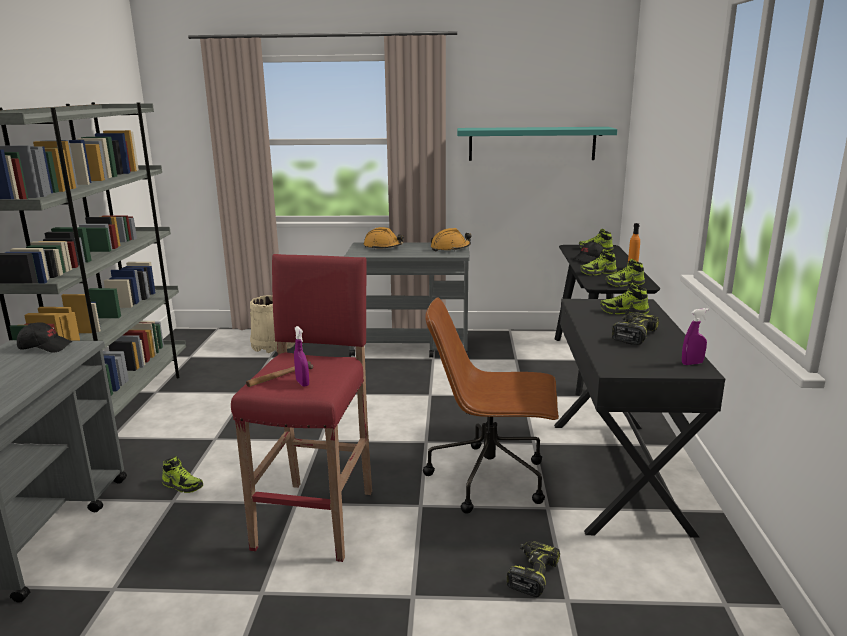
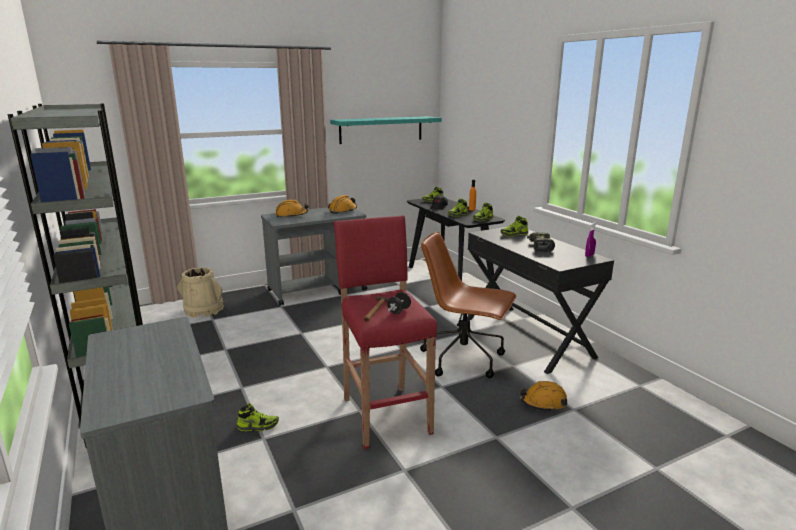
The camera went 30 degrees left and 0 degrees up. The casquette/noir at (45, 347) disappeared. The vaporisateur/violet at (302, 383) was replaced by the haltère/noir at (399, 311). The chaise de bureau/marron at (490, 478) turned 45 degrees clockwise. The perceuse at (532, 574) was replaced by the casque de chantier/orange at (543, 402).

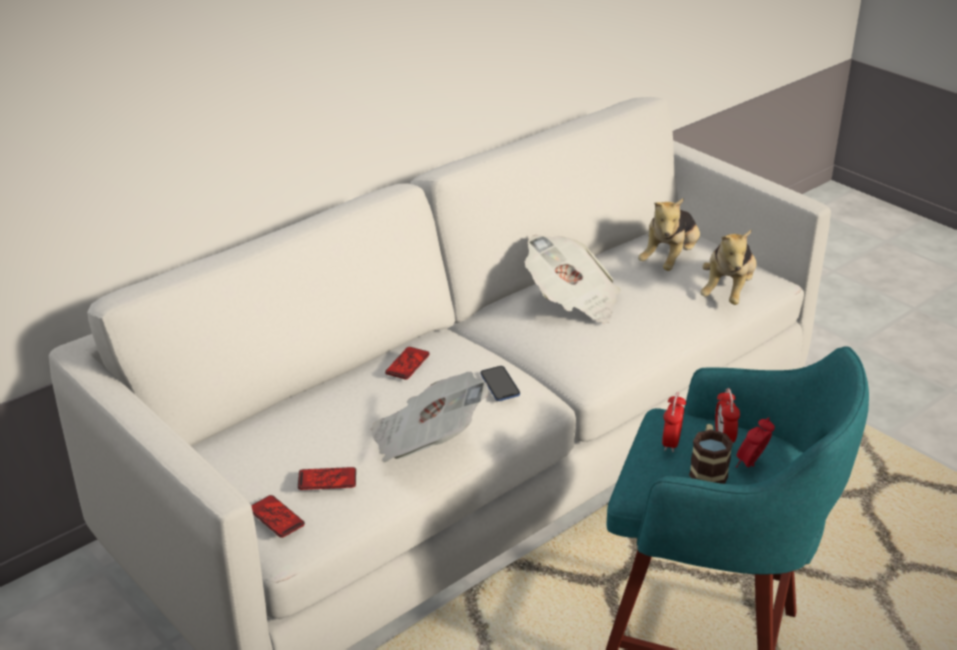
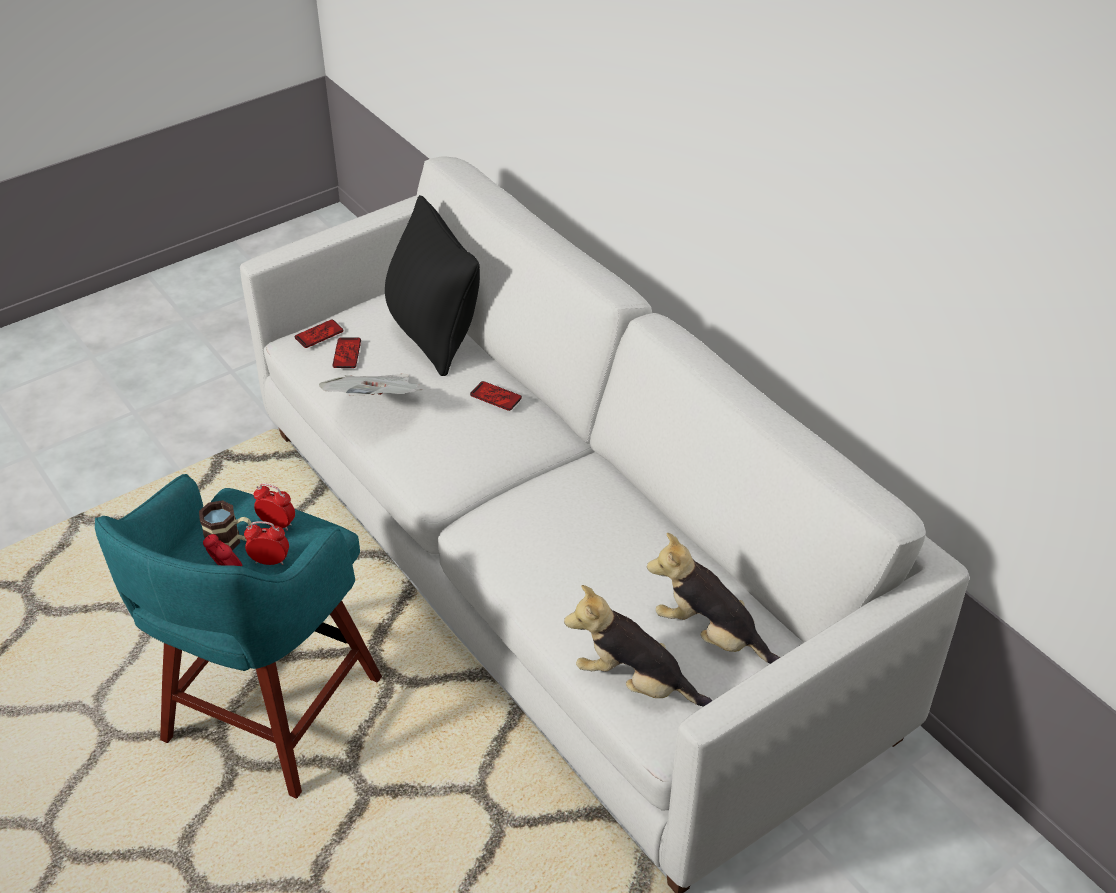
The camera went 95 degrees right and 10 degrees up. The téléphone at (500, 385) disappeared. The journal at (572, 301) disappeared. The coussin/noir at (433, 334) appeared.

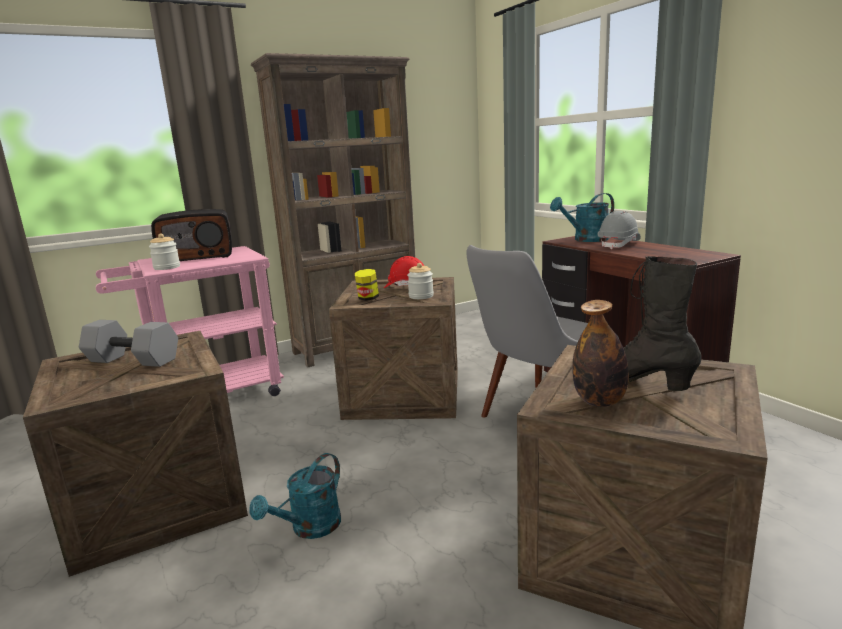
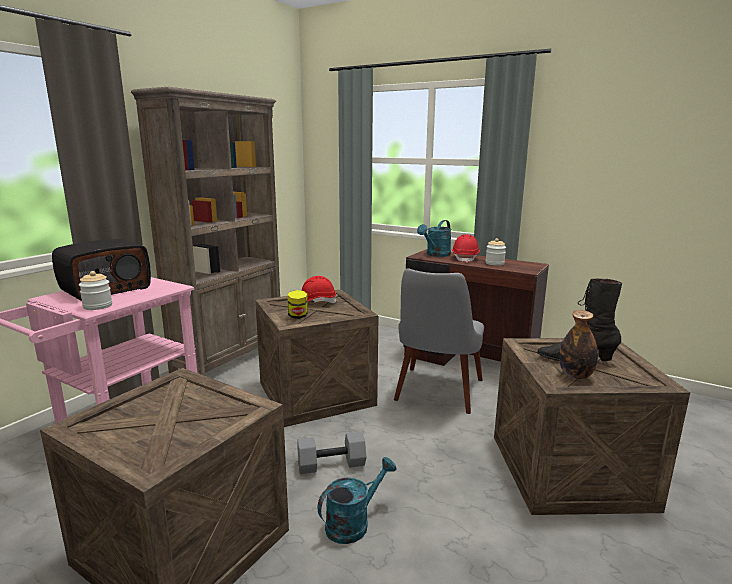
The camera went 30 degrees left and 0 degrees up. The haltère/gris moved from (131, 361) to (331, 465). The arrosoir/turquoise at (309, 528) turned 135 degrees counterclockwise. The bocal moved from (421, 296) to (494, 263). The casque de chantier/gris at (619, 244) became the casque de chantier/rouge at (465, 258).

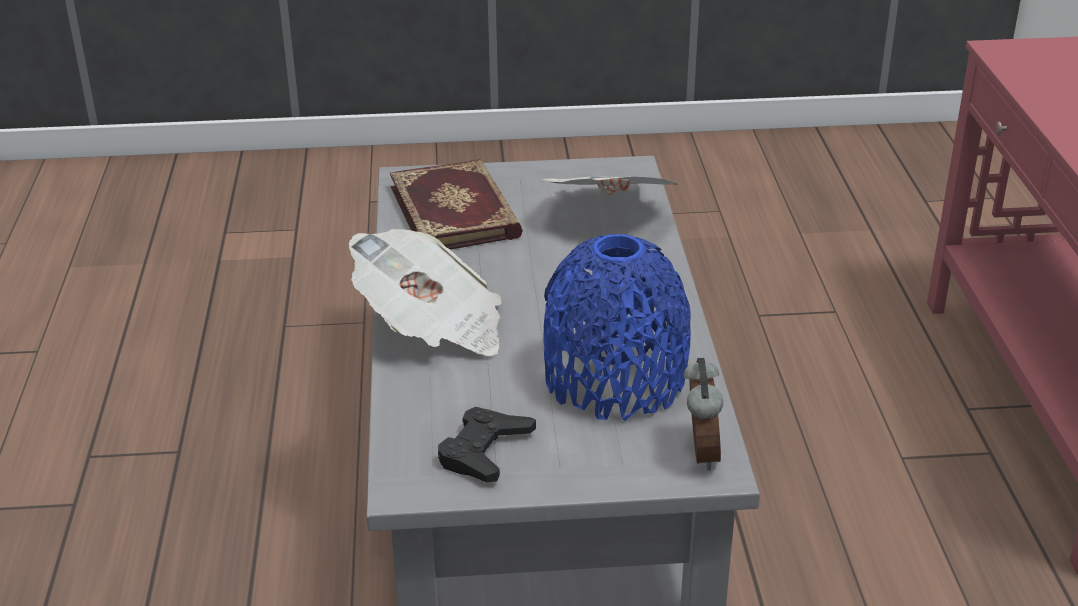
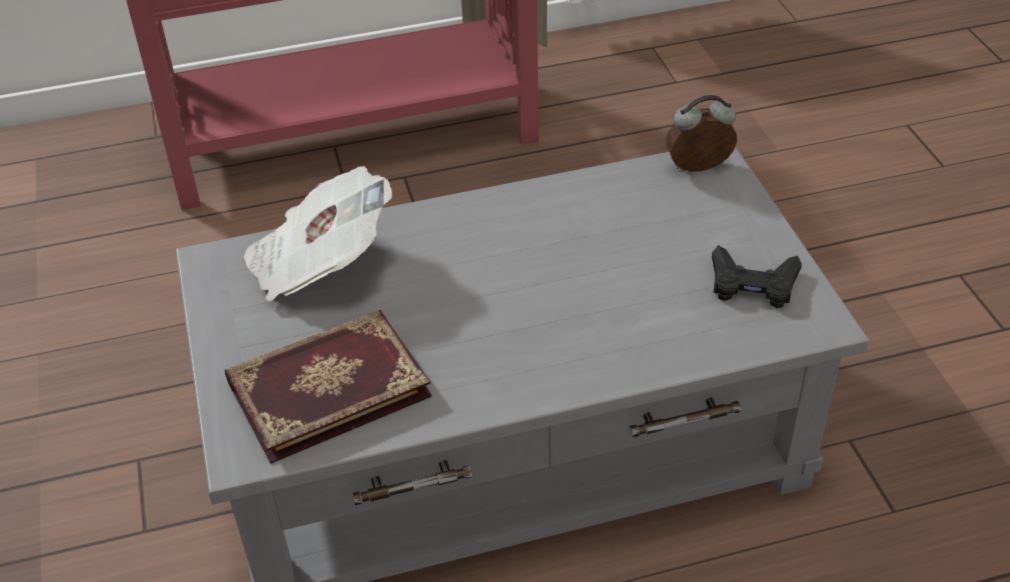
The camera went 100 degrees left and 10 degrees up. The journal at (432, 328) disappeared. The vase/bleu at (614, 379) disappeared.

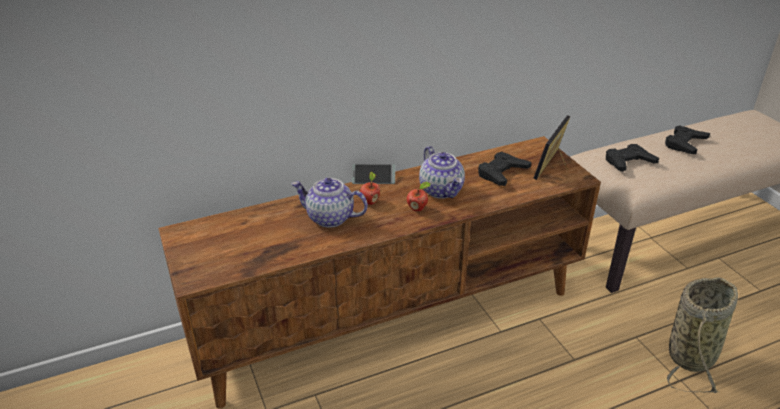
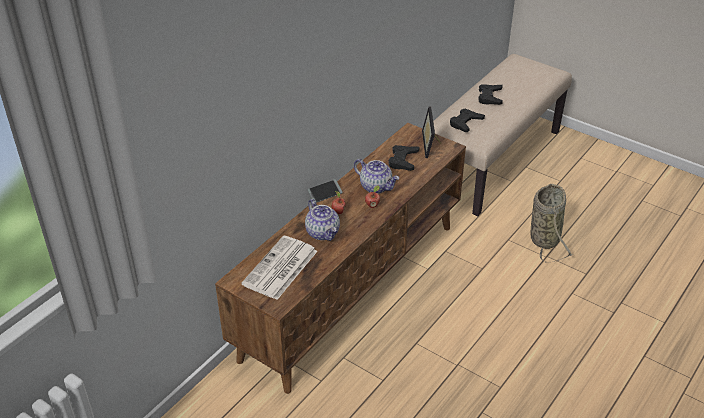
The camera went 30 degrees left and 5 degrees up. The théière at (329, 218) turned 105 degrees counterclockwise. The journal at (280, 269) appeared.

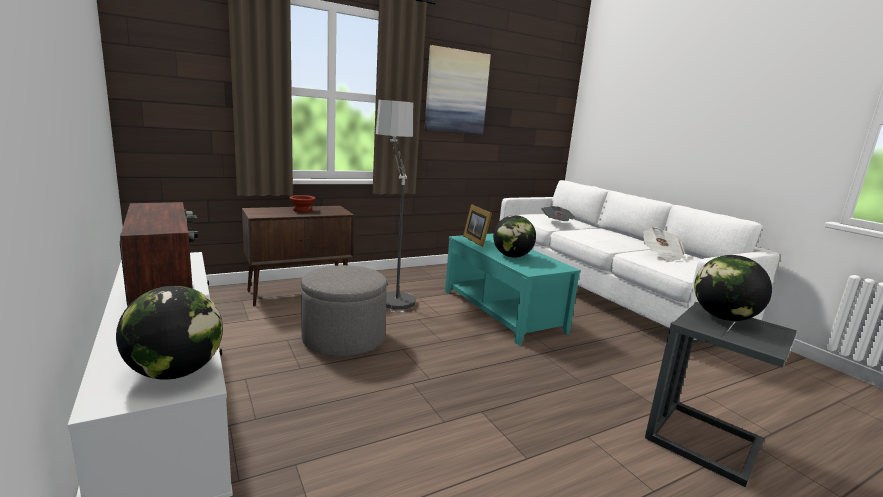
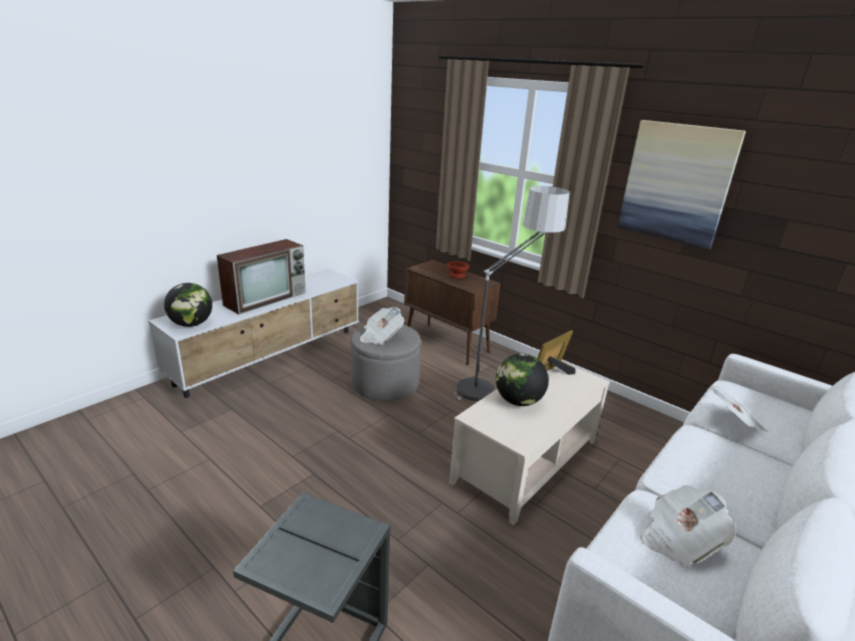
The camera went 70 degrees right and 10 degrees up. The table basse/turquoise at (502, 311) became the table basse/beige at (526, 461). The globe at (723, 318) disappeared. The journal at (380, 336) appeared.

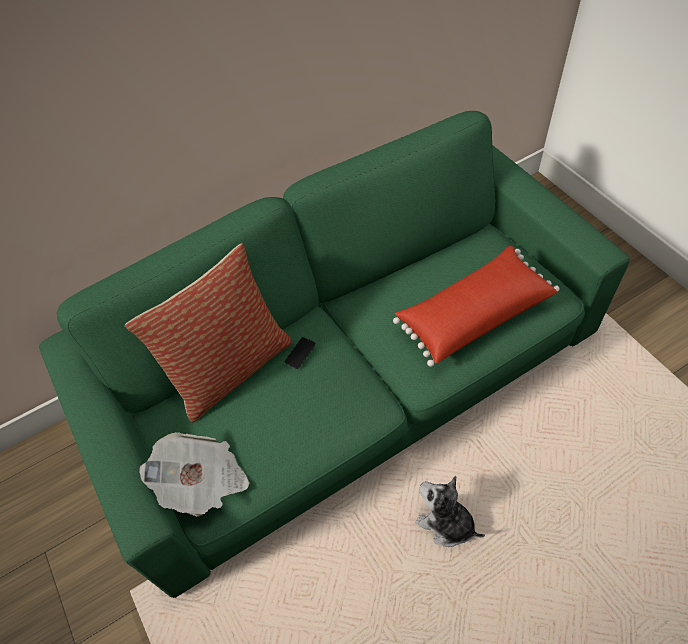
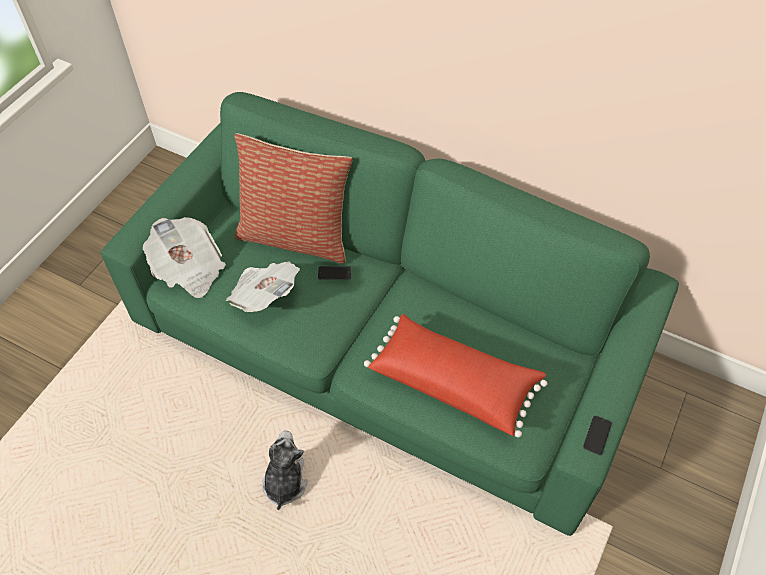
The camera went 55 degrees right and 0 degrees up. The journal at (264, 296) appeared. The téléphone at (597, 435) appeared.

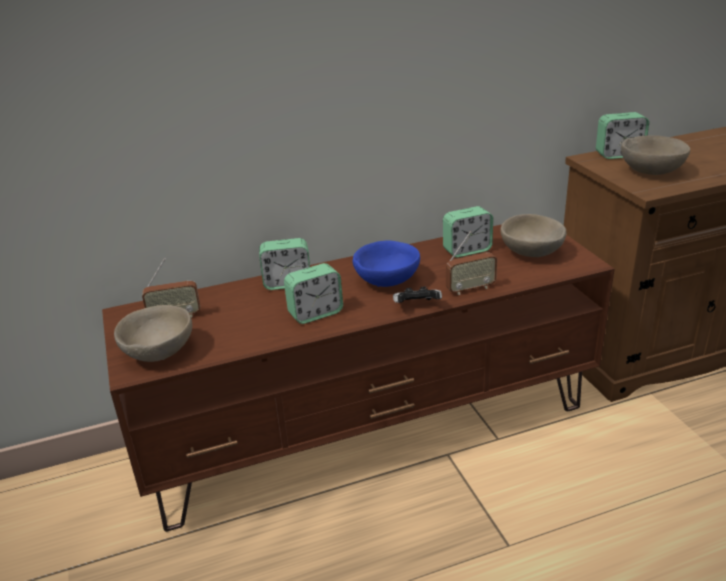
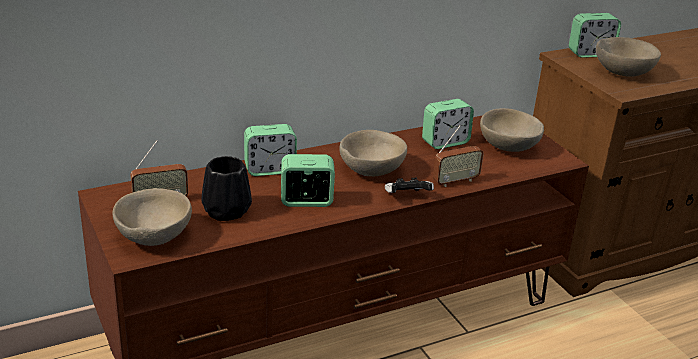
The camera went 10 degrees left and 0 degrees up. The réveil at (315, 313) turned 150 degrees counterclockwise. The bol/bleu at (387, 280) became the bol/beige at (372, 170). The vase/noir at (227, 211) appeared.

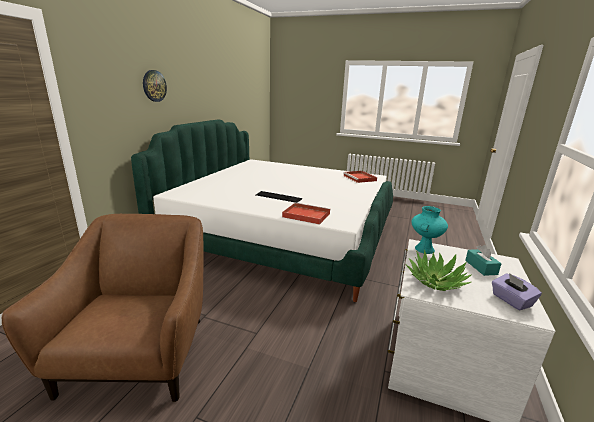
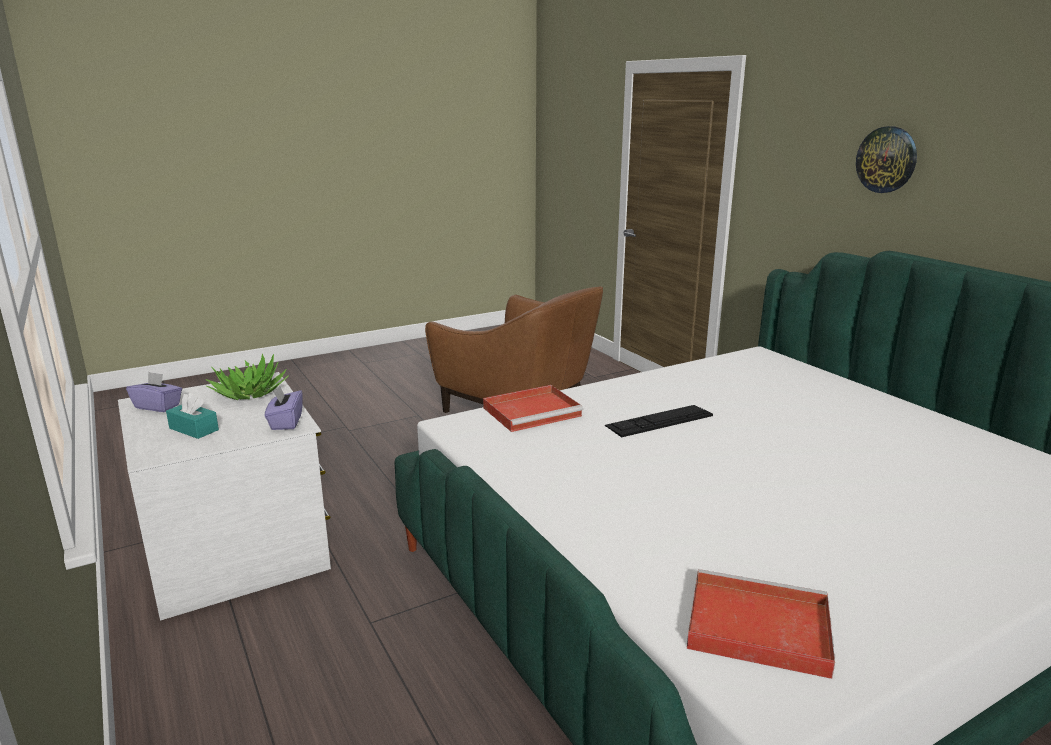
The camera went 130 degrees right and 0 degrees up. The vase/turquoise at (424, 249) was replaced by the boîte à mouchoirs/violet at (286, 422).

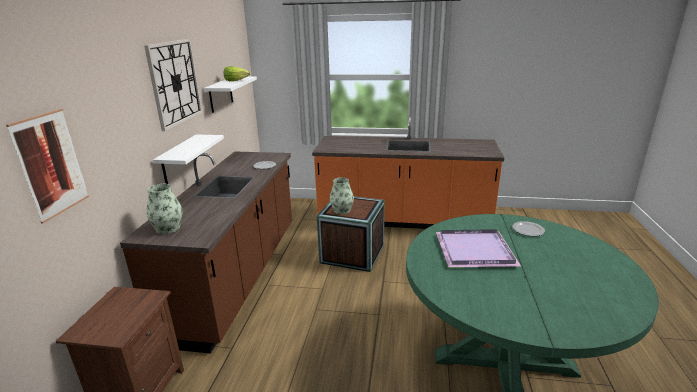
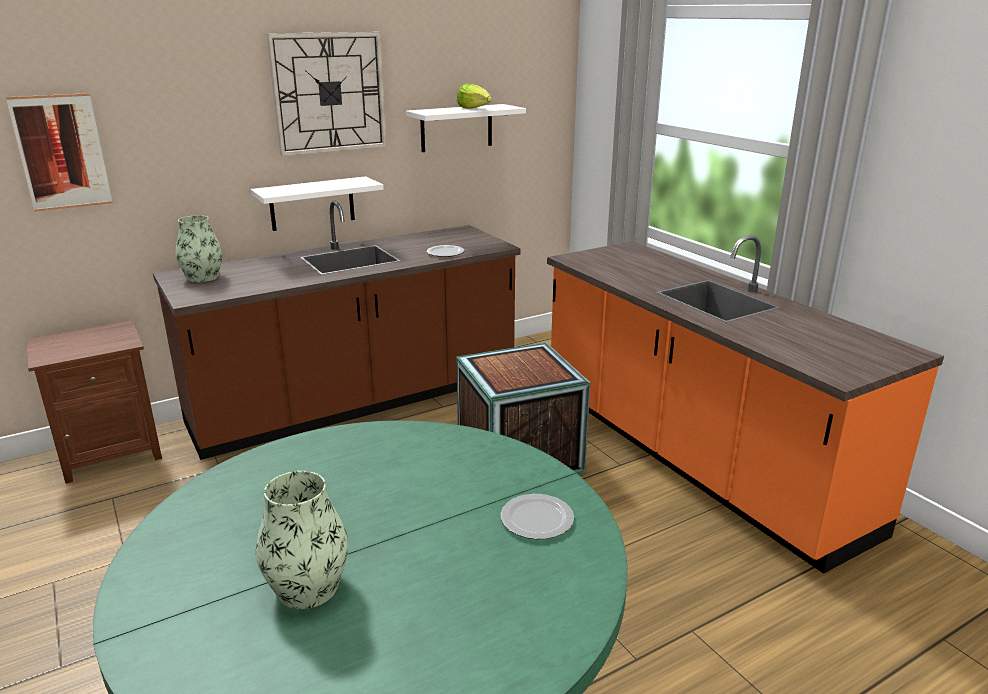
The camera went 50 degrees right and 0 degrees up. The vase moved from (342, 210) to (307, 587). The plateau/violet at (474, 251) disappeared.

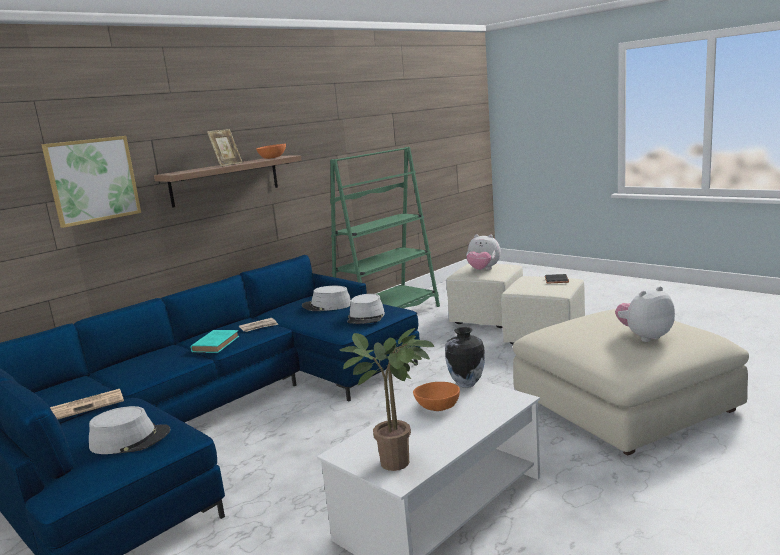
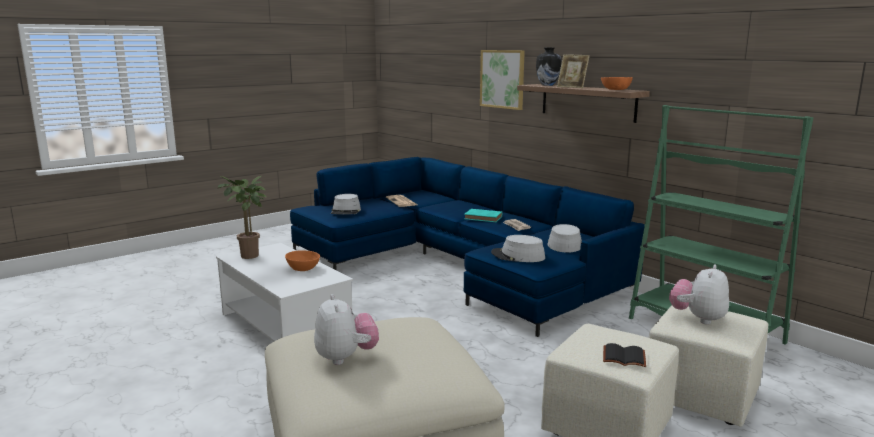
The camera went 95 degrees right and 0 degrees up. The vase moved from (466, 384) to (547, 85).

